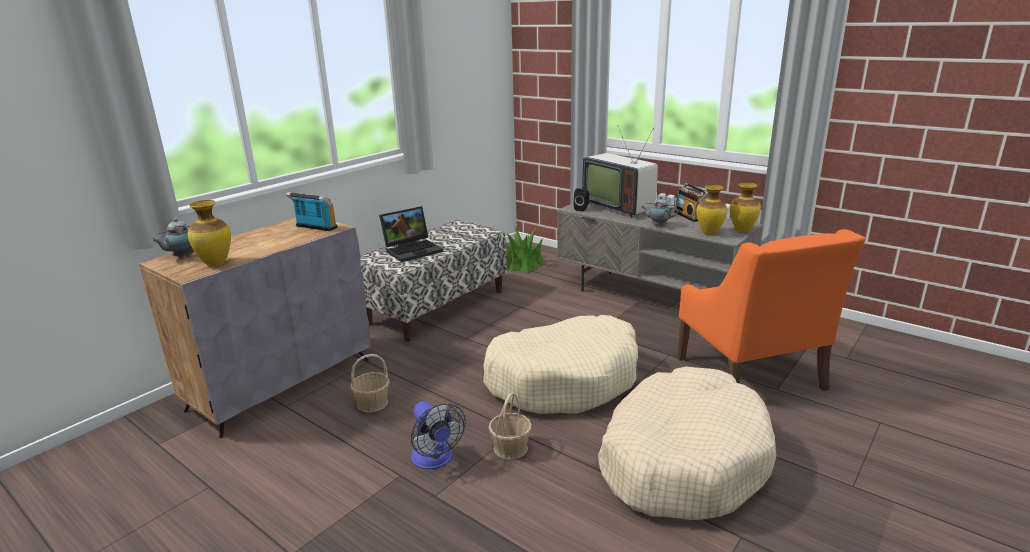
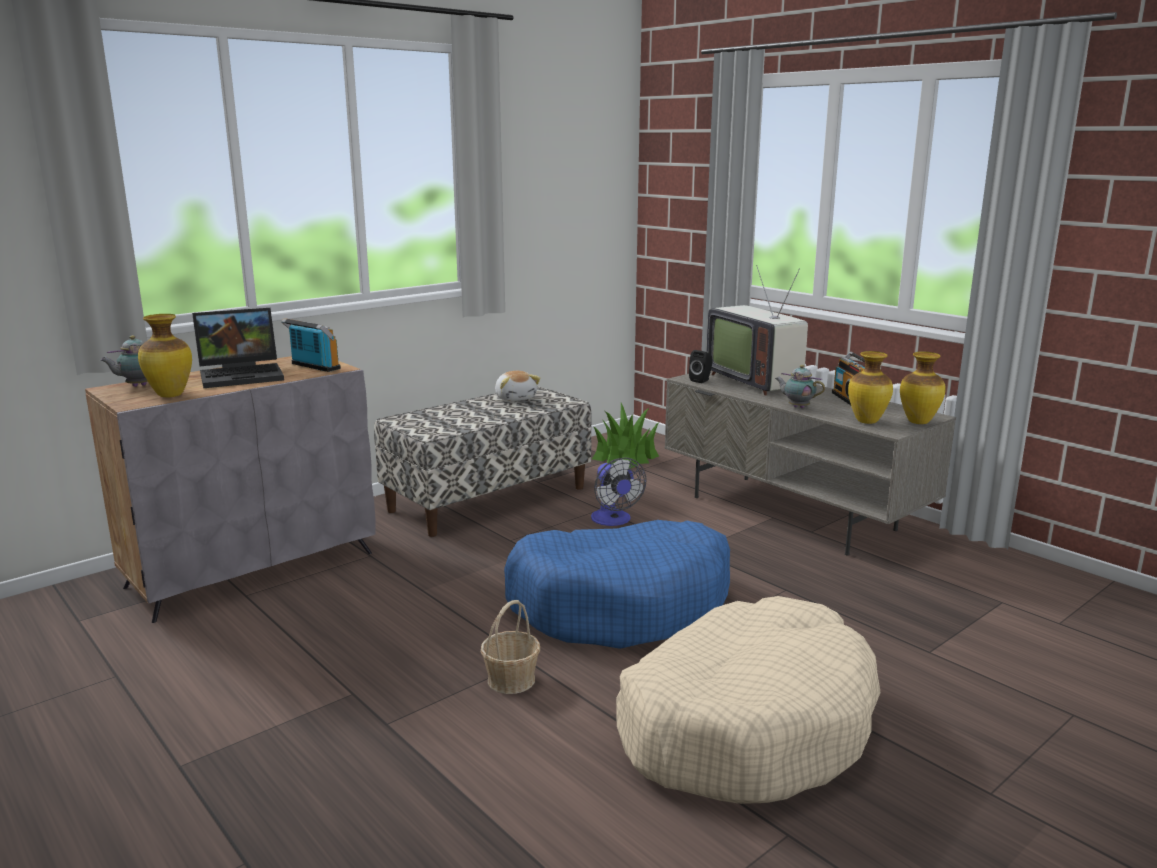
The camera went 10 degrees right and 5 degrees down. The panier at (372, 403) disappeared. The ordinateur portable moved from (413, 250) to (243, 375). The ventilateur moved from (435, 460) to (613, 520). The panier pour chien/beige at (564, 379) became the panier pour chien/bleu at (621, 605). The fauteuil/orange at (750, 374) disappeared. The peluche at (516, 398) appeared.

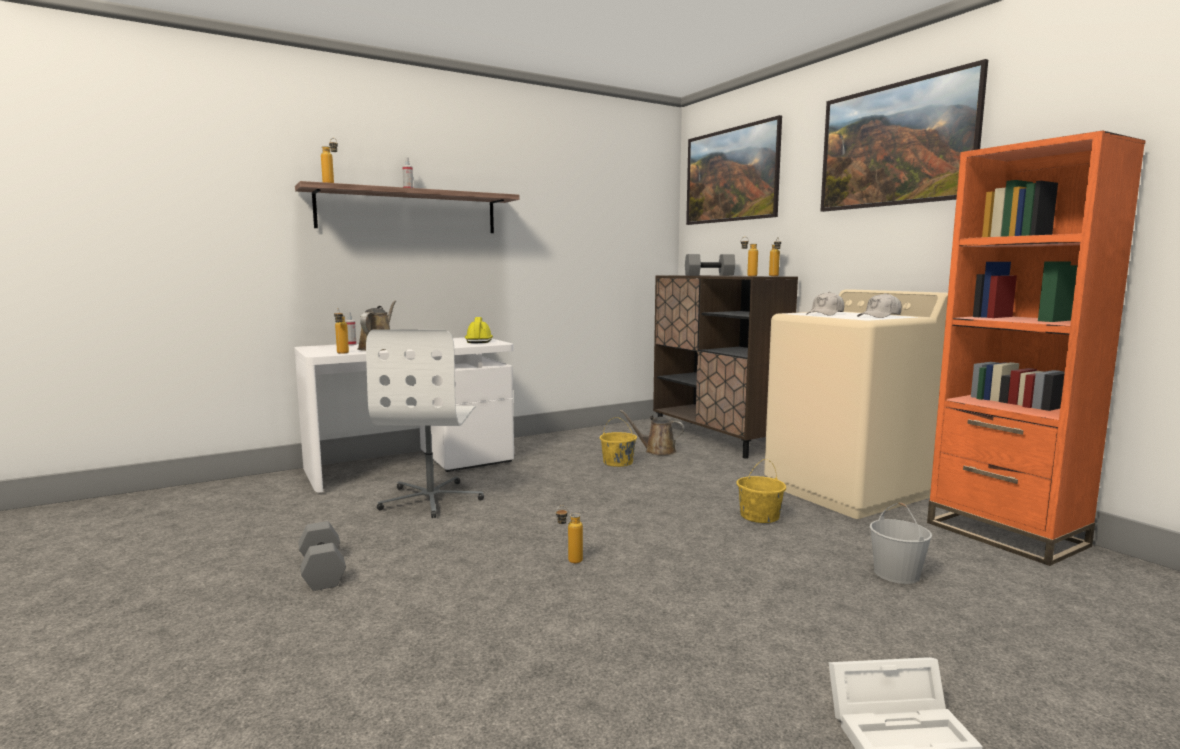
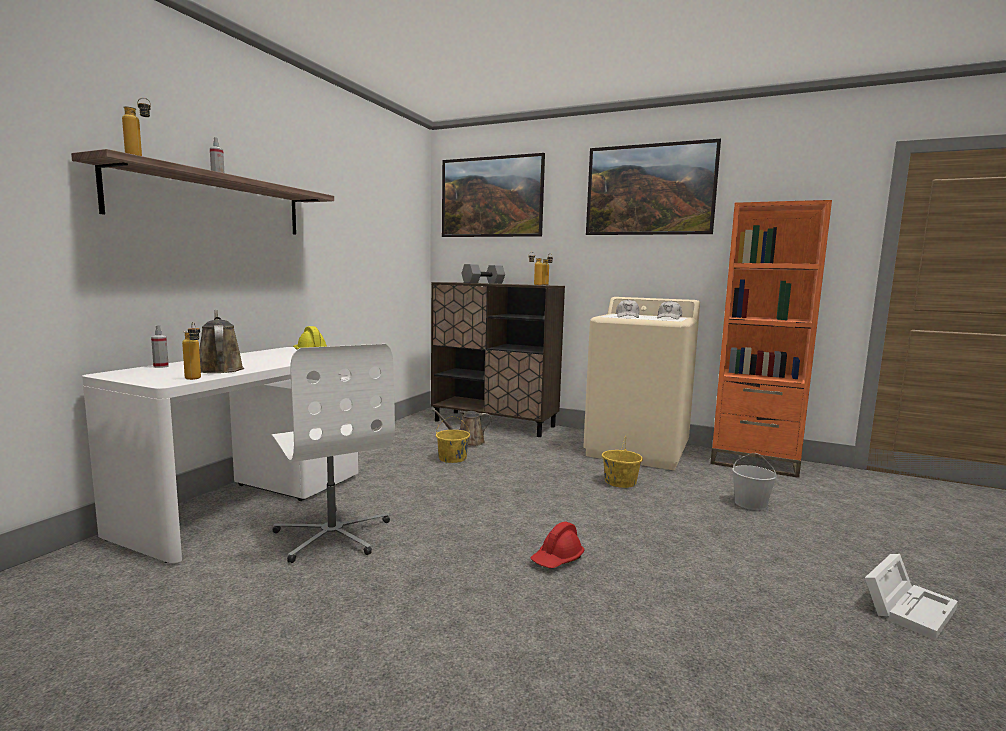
The camera went 35 degrees left and 0 degrees up. The haltère/gris at (320, 571) disappeared. The bouteille at (569, 561) was replaced by the casque de chantier/rouge at (557, 559).

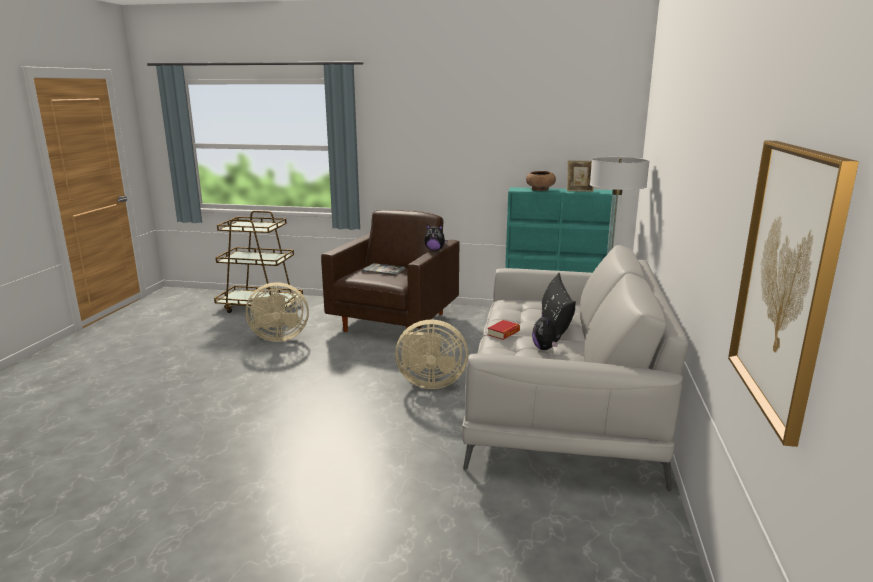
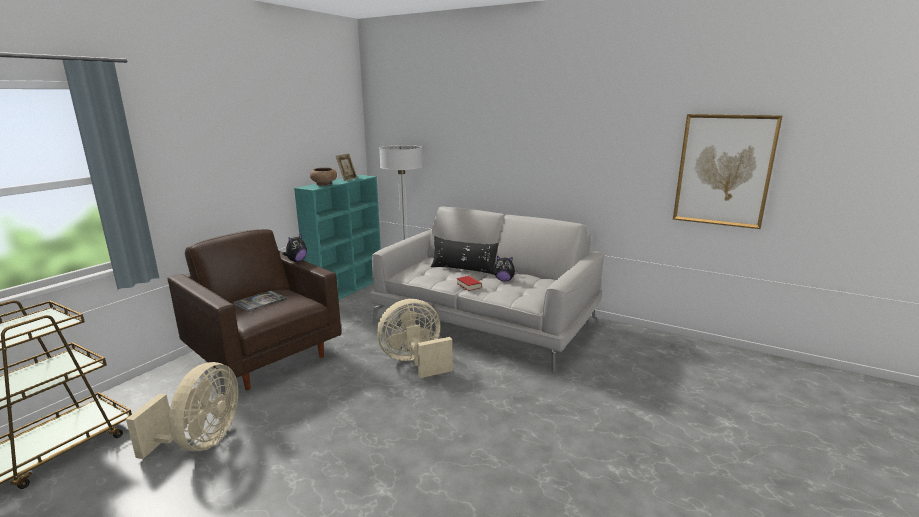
The camera went 70 degrees left and 0 degrees up. The ventilateur/beige at (429, 382) turned 135 degrees counterclockwise.

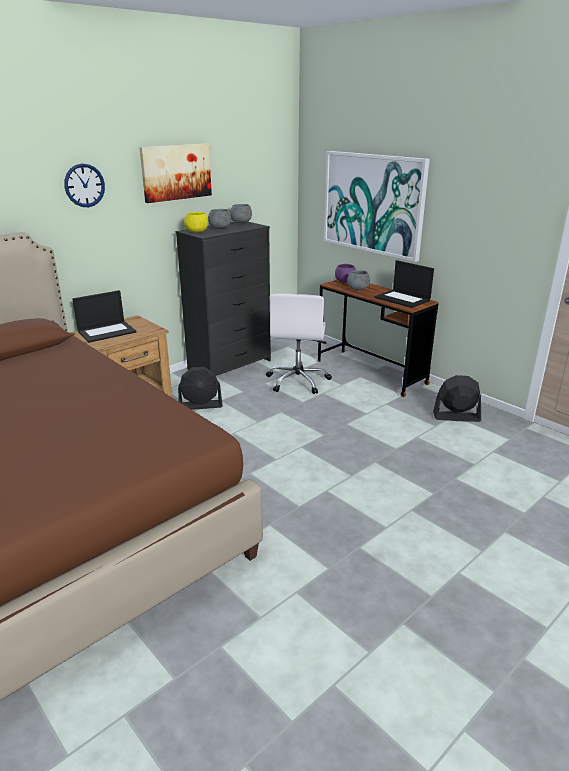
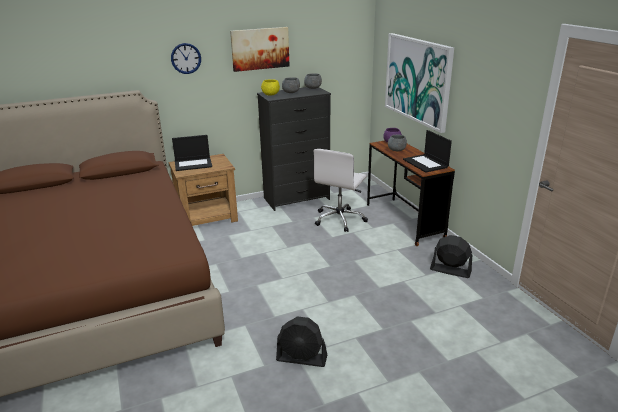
The camera went 20 degrees right and 0 degrees up. The ventilateur/noir moved from (201, 405) to (302, 358).

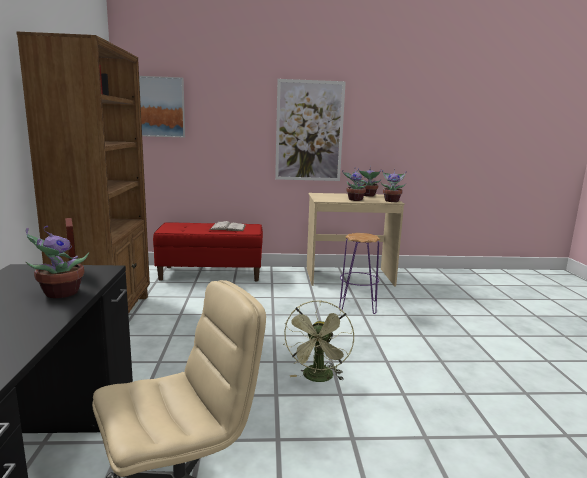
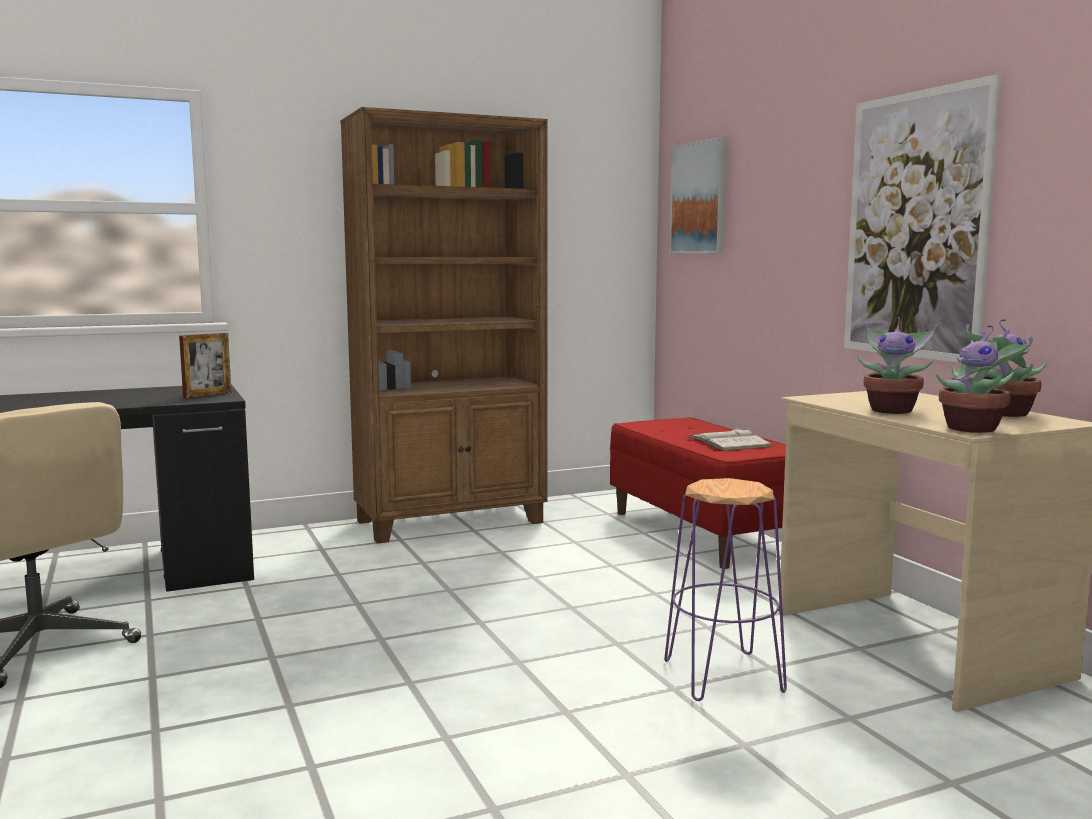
The camera went 70 degrees right and 5 degrees down. The plante en pot at (59, 293) disappeared. The ventilateur/vert at (318, 378) disappeared.

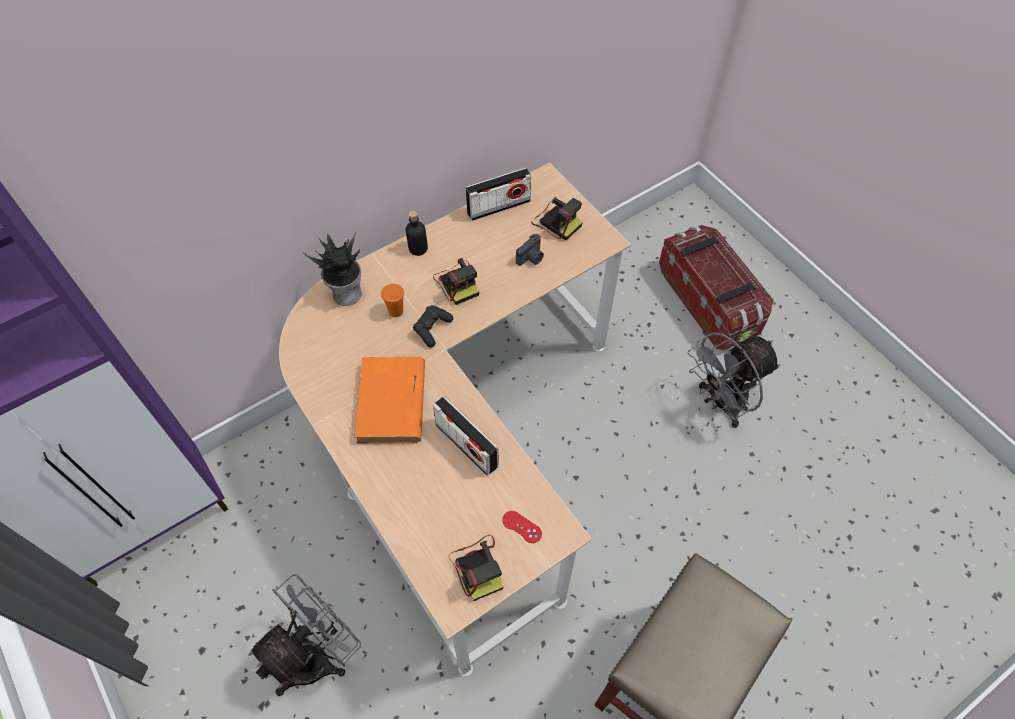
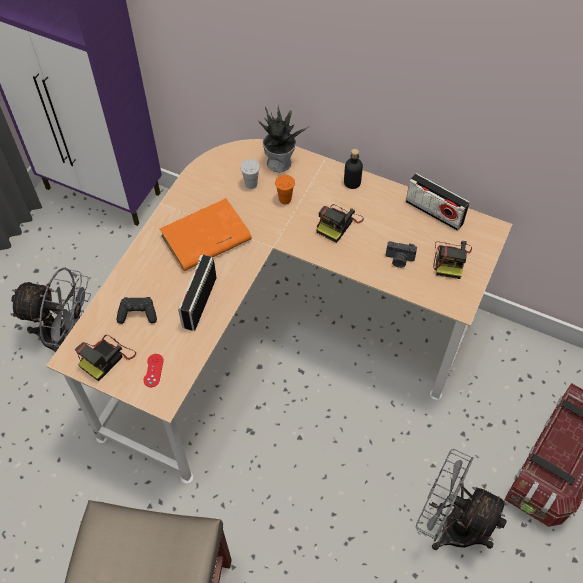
The camera went 60 degrees right and 0 degrees up. The manette/noir moved from (432, 329) to (138, 314). The tasse/blanc at (251, 184) appeared.

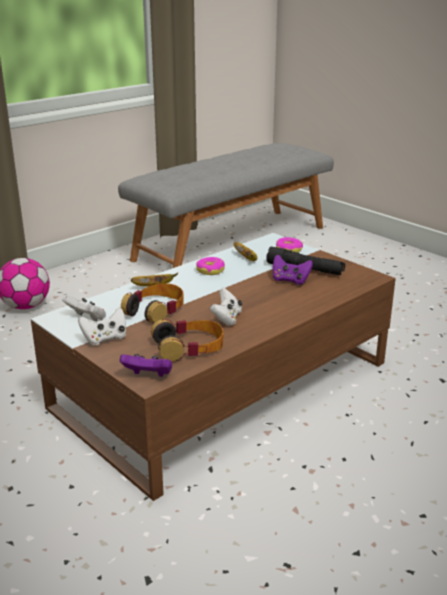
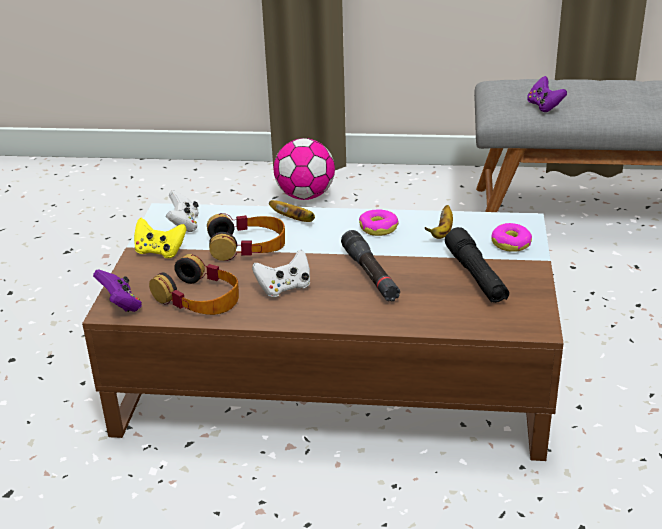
The camera went 50 degrees right and 5 degrees up. The manette/blanc at (105, 338) became the manette/jaune at (160, 251). The manette/violet moved from (290, 280) to (544, 106). The lampe de poche/noir at (370, 274) appeared.

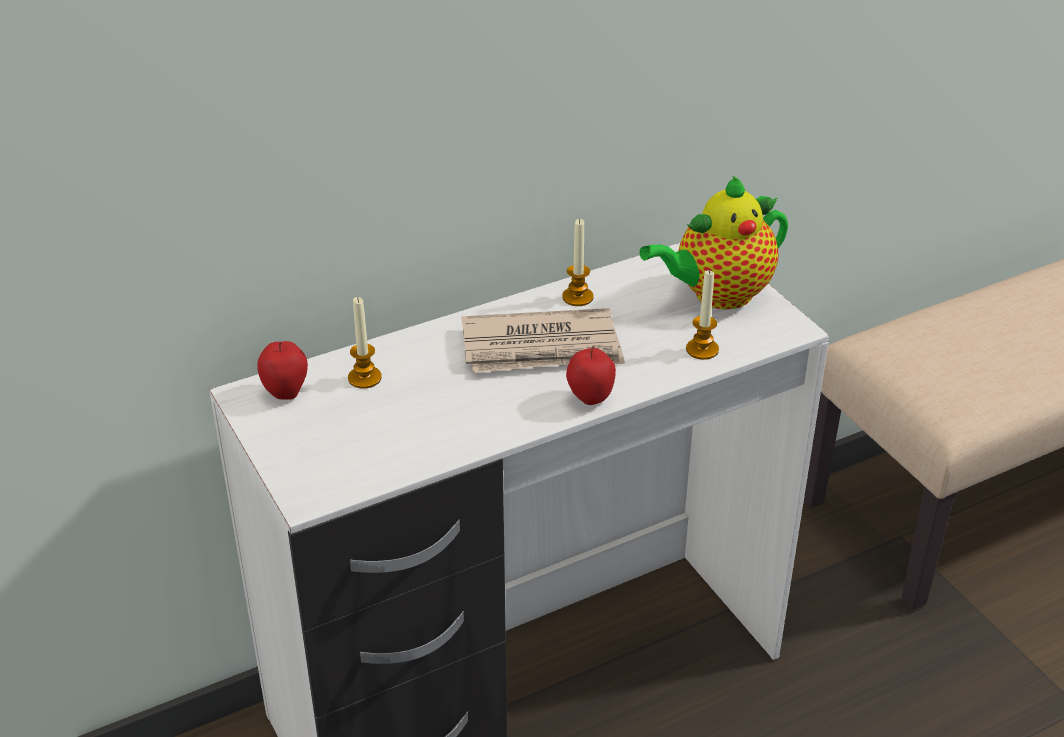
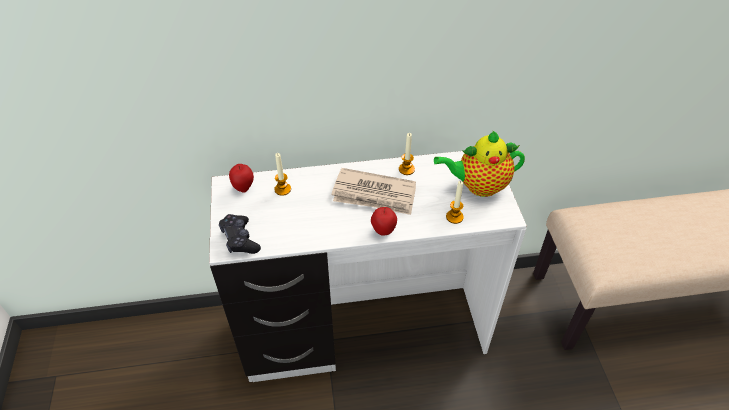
The camera went 20 degrees right and 10 degrees up. The manette/noir at (240, 239) appeared.

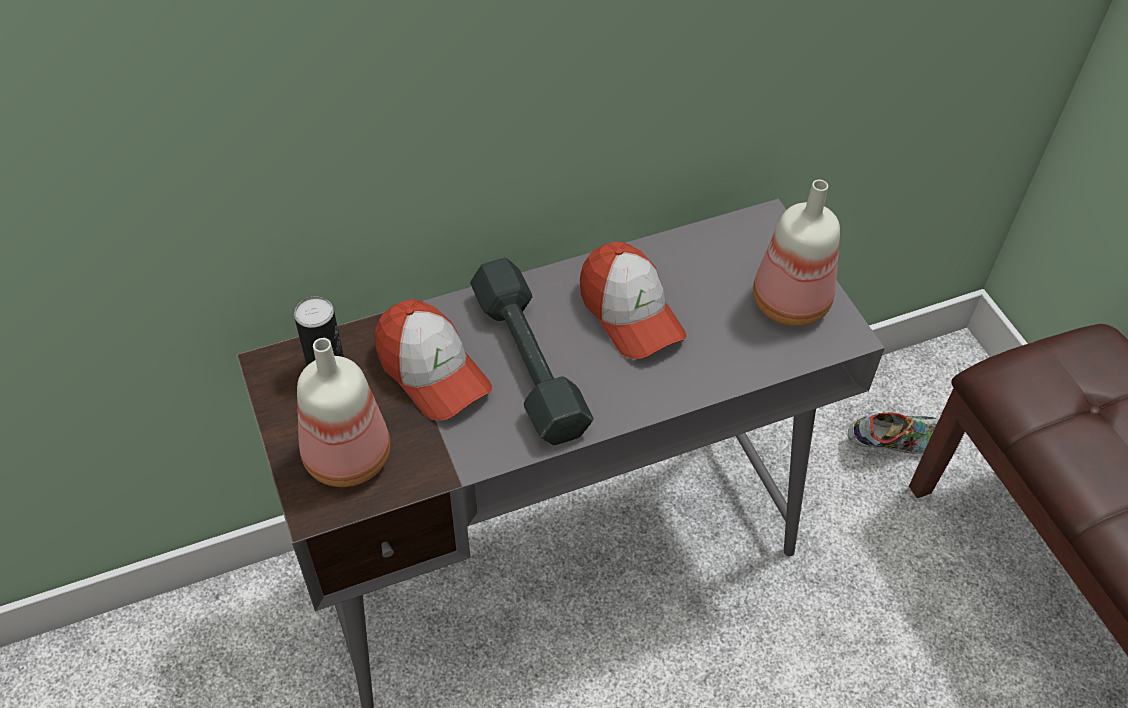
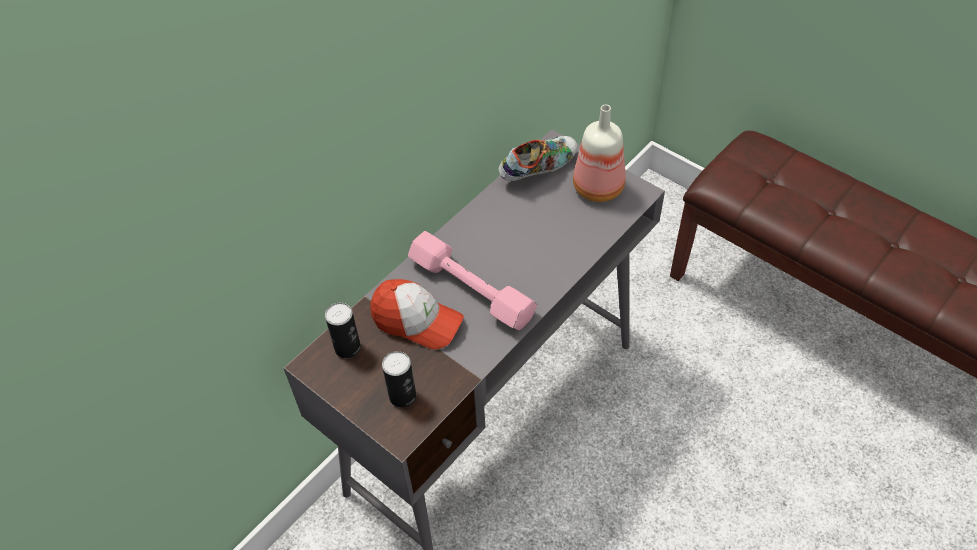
The camera went 25 degrees left and 0 degrees up. The bouteille at (350, 458) was replaced by the boîte métallique at (402, 396). The haltère/gris at (528, 362) became the haltère/rose at (471, 289). The casquette at (630, 313) disappeared. The chaussure moved from (896, 442) to (538, 169).

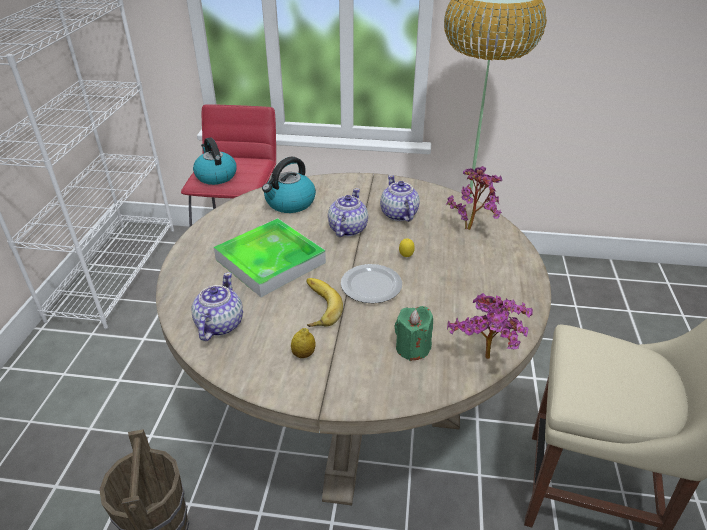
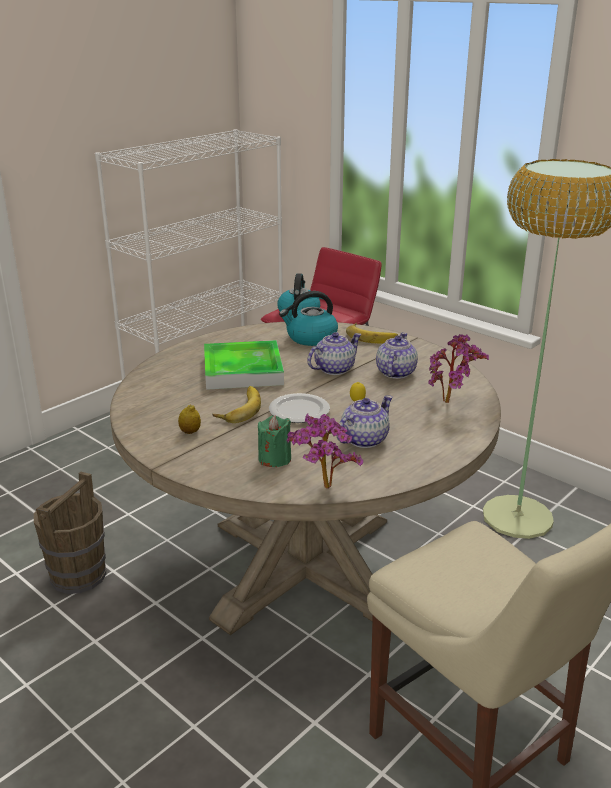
The camera went 35 degrees right and 10 degrees down. The théière moved from (219, 325) to (363, 440). The banane at (372, 336) appeared.

